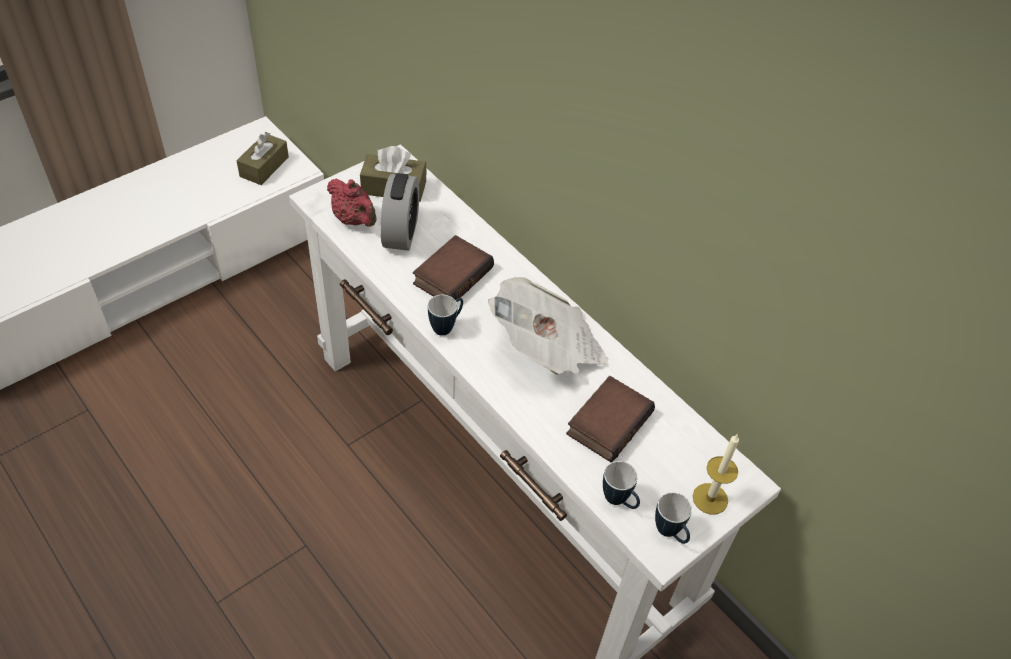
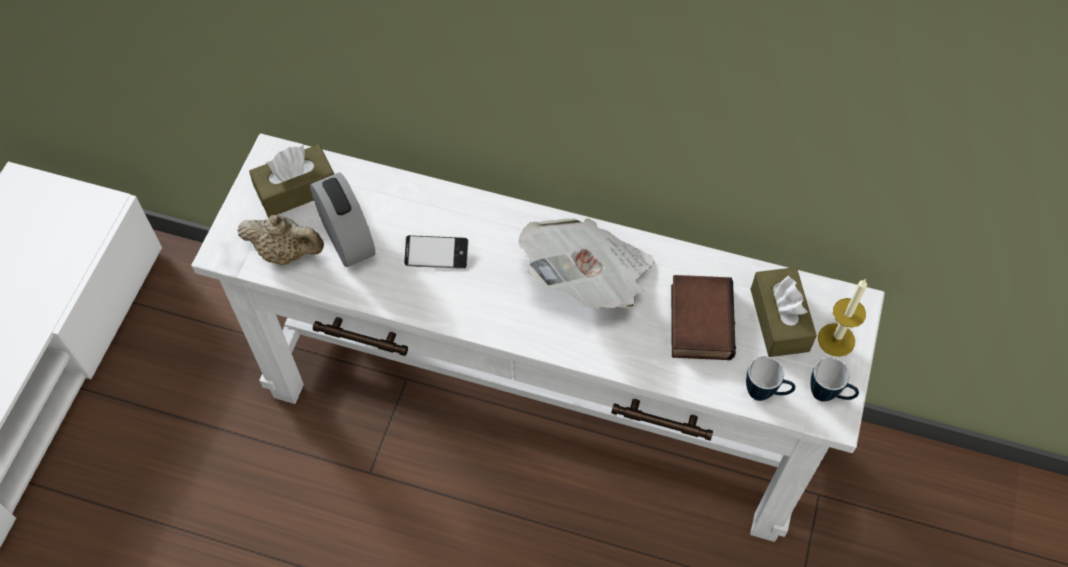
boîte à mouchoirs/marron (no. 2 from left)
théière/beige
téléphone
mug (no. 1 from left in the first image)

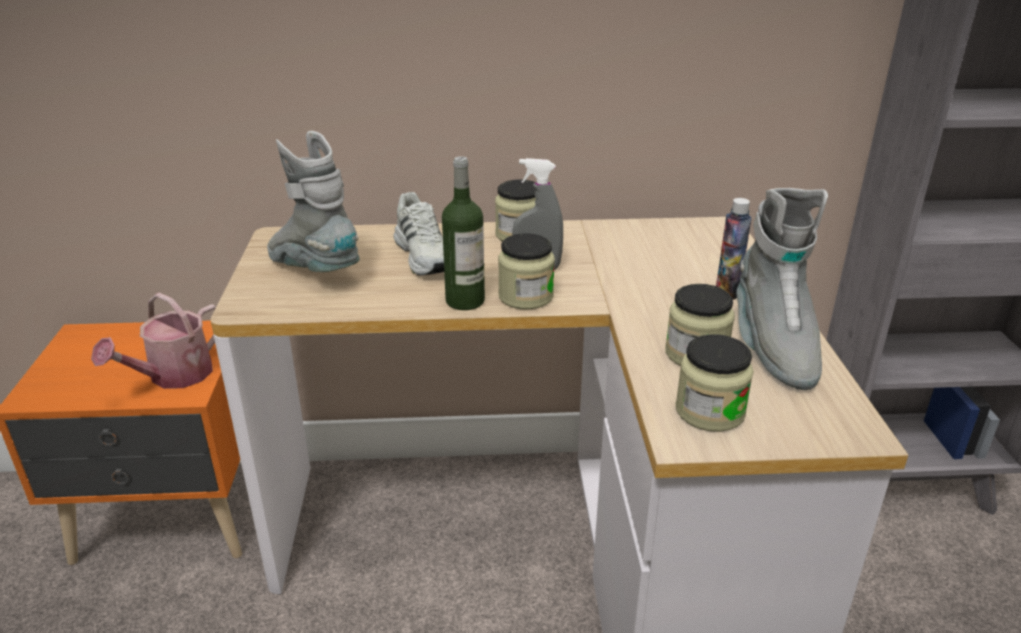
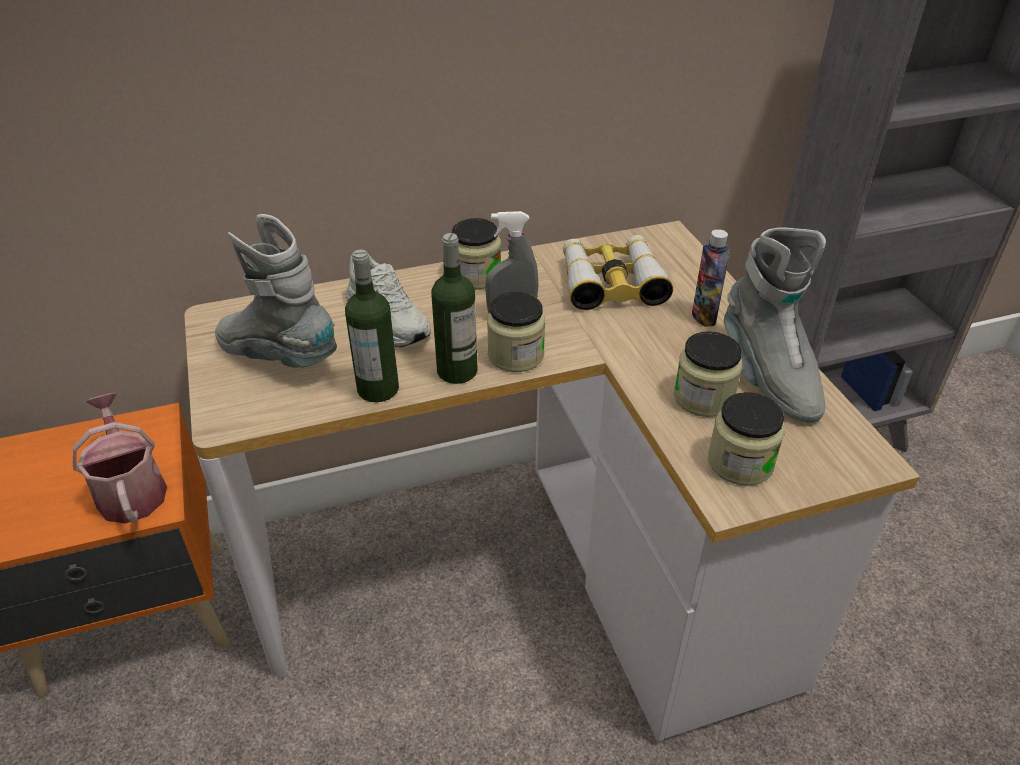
arrosoir
bouteille (no. 1 from left)
jumelles

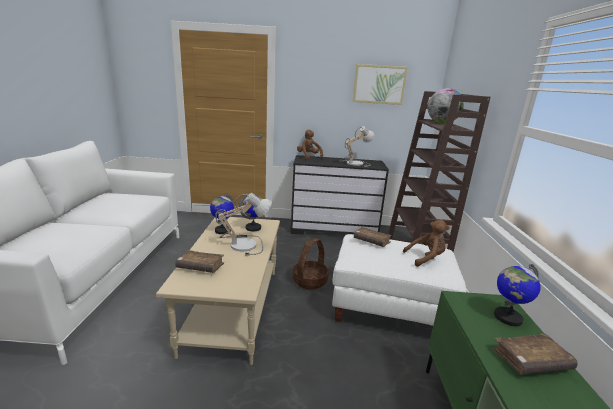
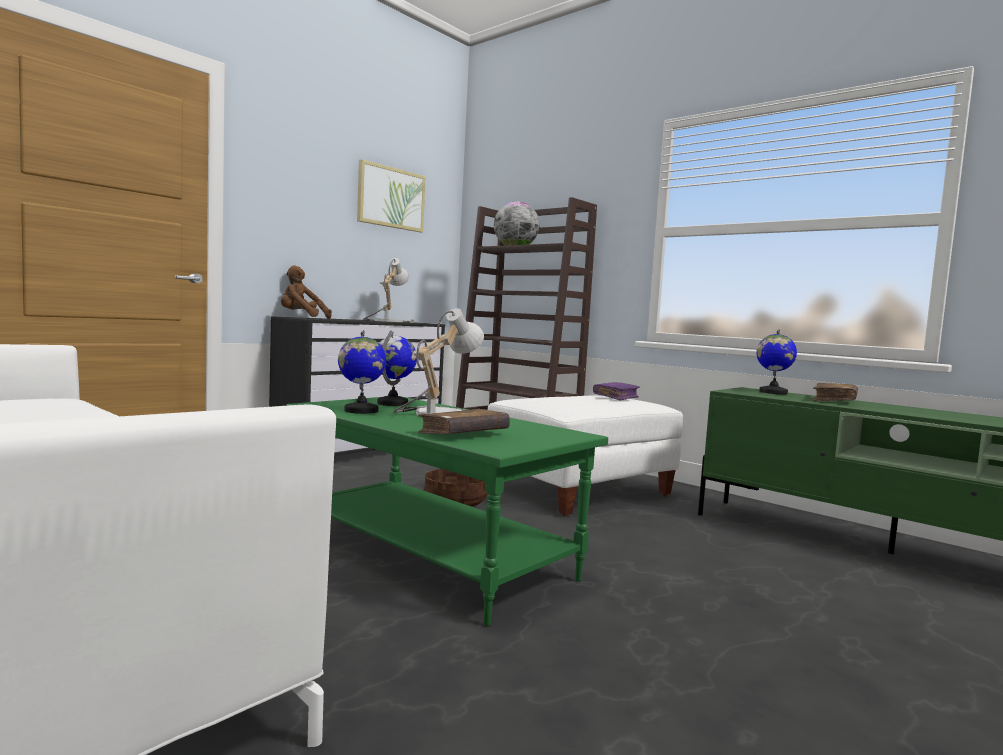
table basse/vert
livre/marron (no. 2 from left in the first image)
livre/violet

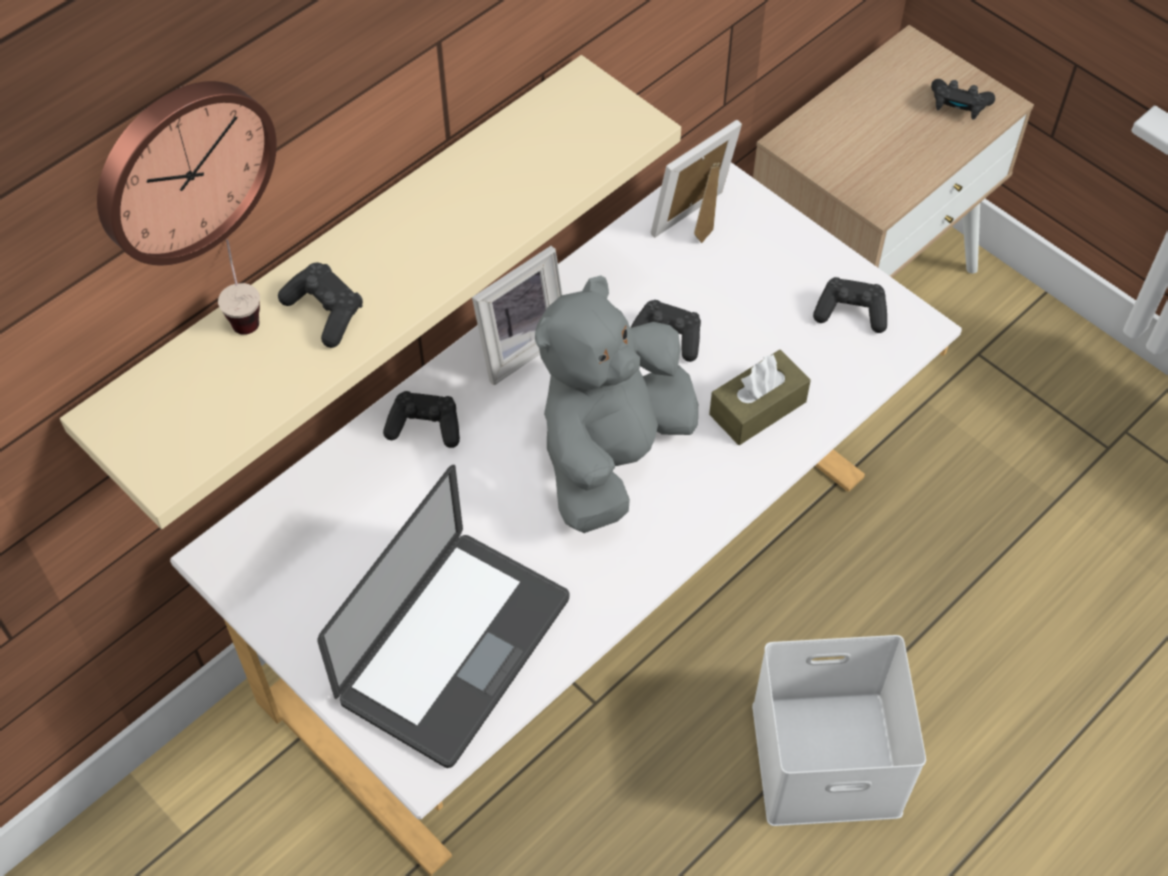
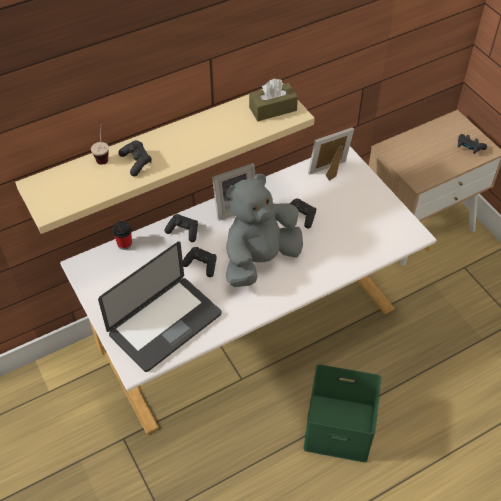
horloge murale
boîte à mouchoirs/marron
boîte de rangement/vert
manette/noir (no. 3 from left)
tasse (no. 2 from left)

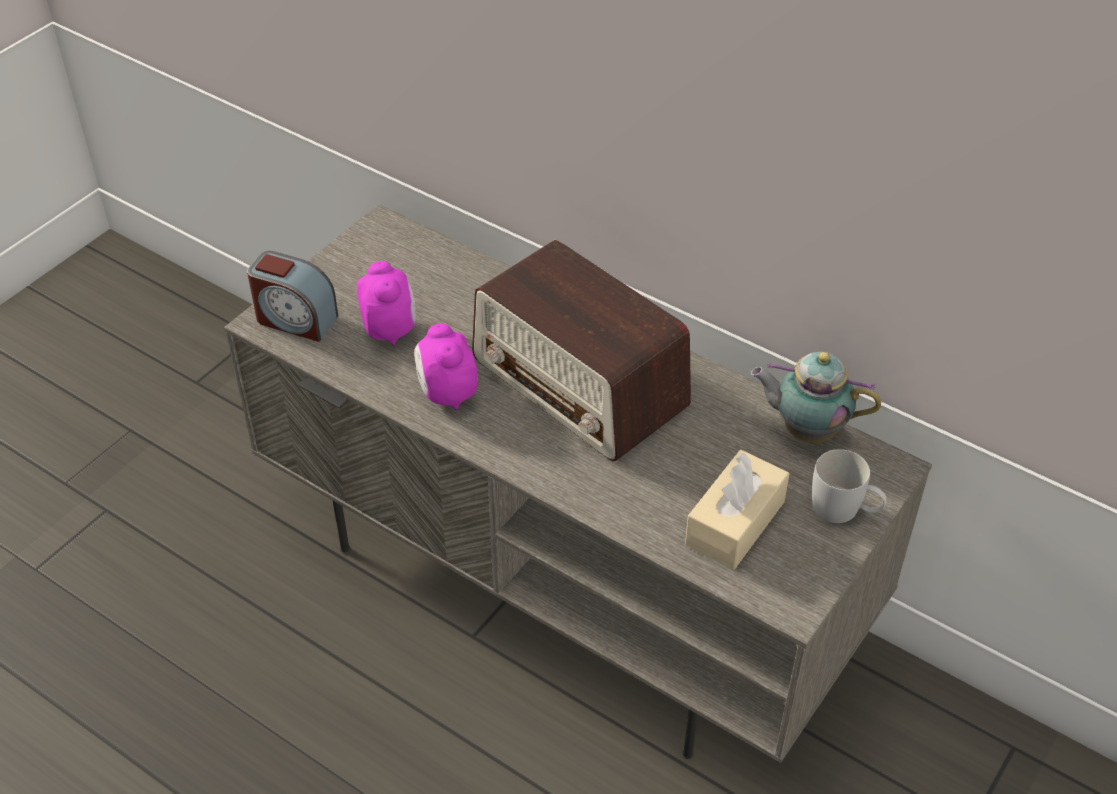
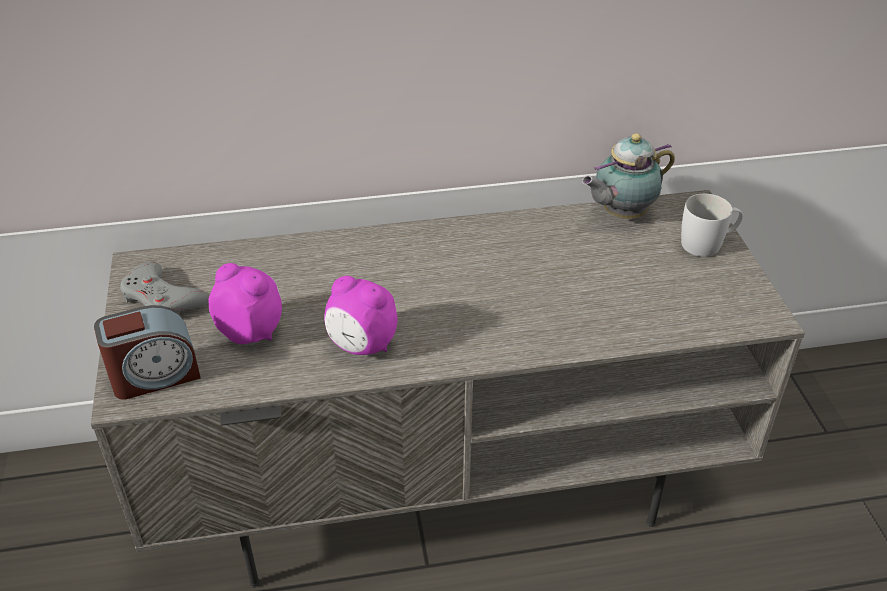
radio
boîte à mouchoirs/beige
manette/gris

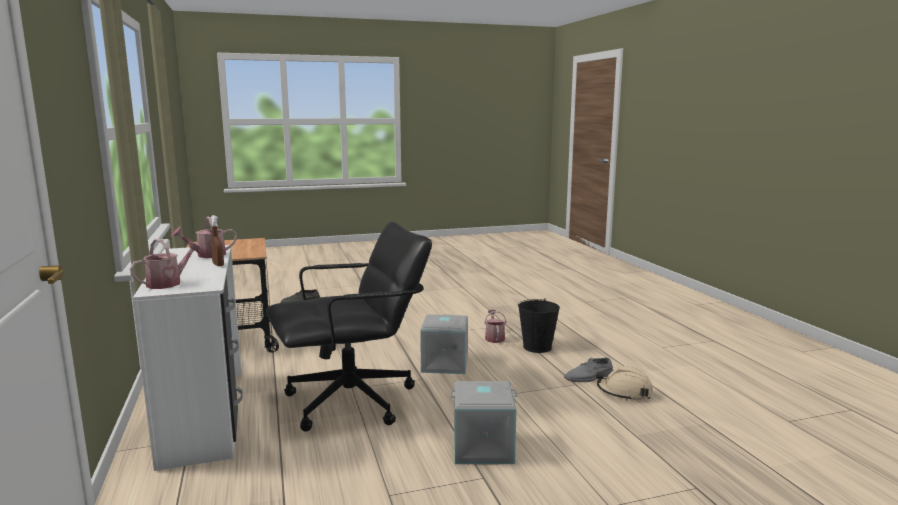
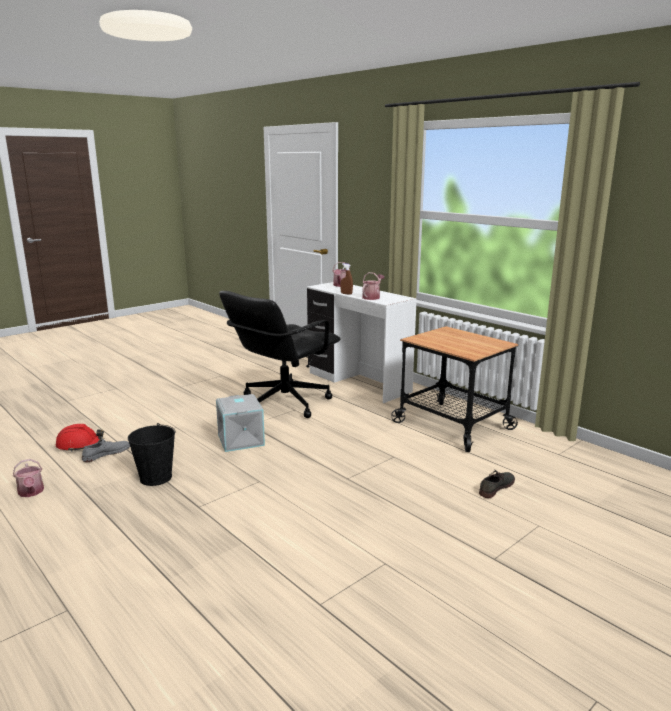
boîte de rangement/gris (no. 2 from left in the first image)
arrosoir (no. 1 from left)
casque de chantier/rouge

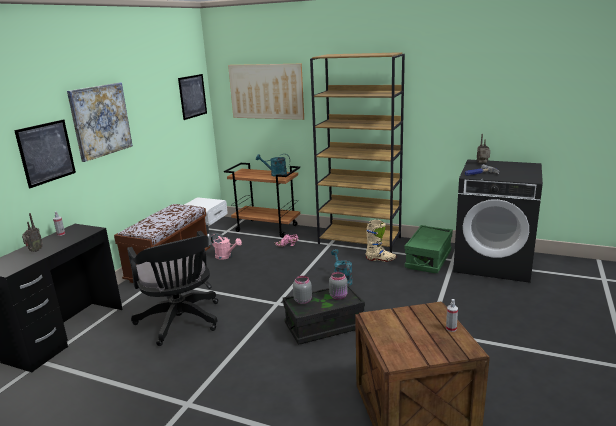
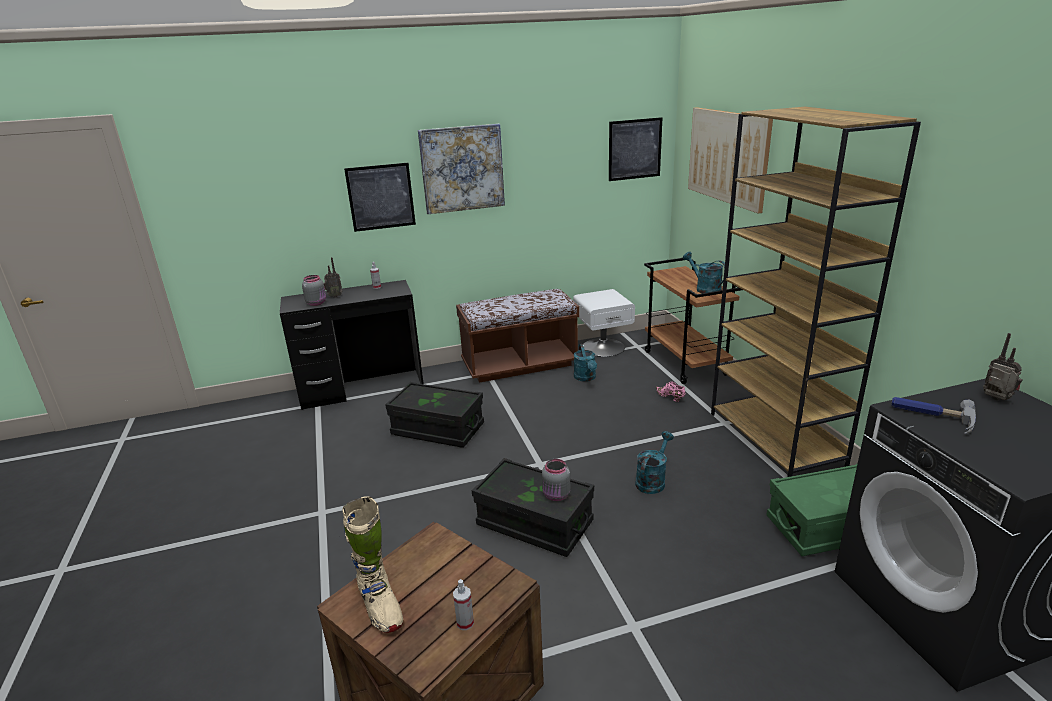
boîte de rangement/noir (no. 1 from left)
arrosoir/turquoise (no. 1 from left)
bocal/gris (no. 1 from left)
botte/beige

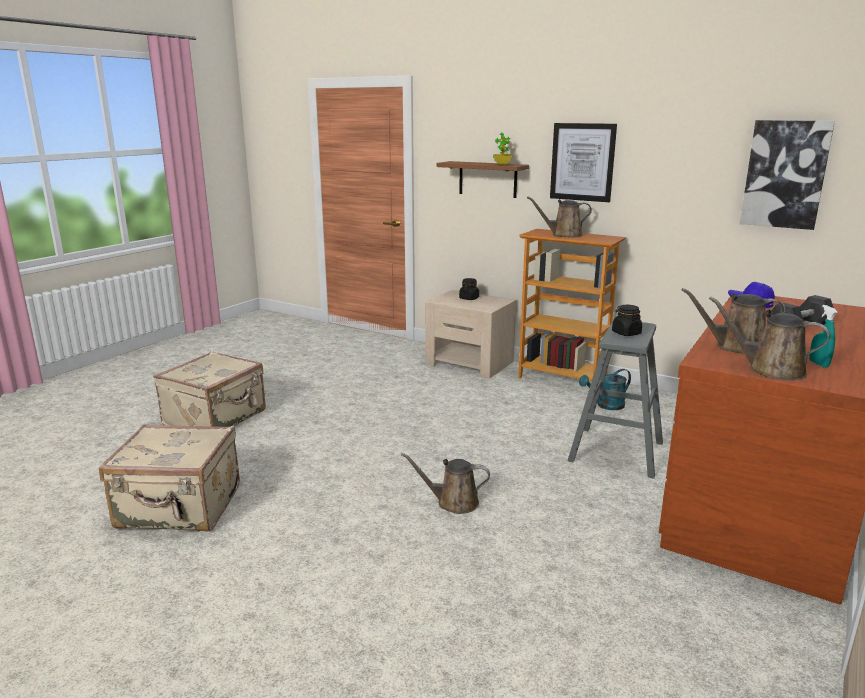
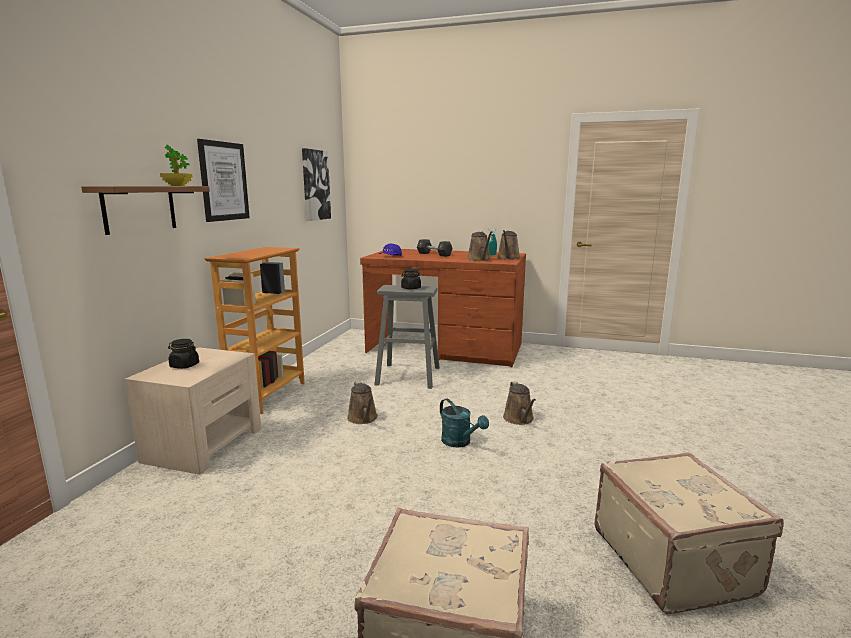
arrosoir/marron (no. 1 from left)
arrosoir/turquoise

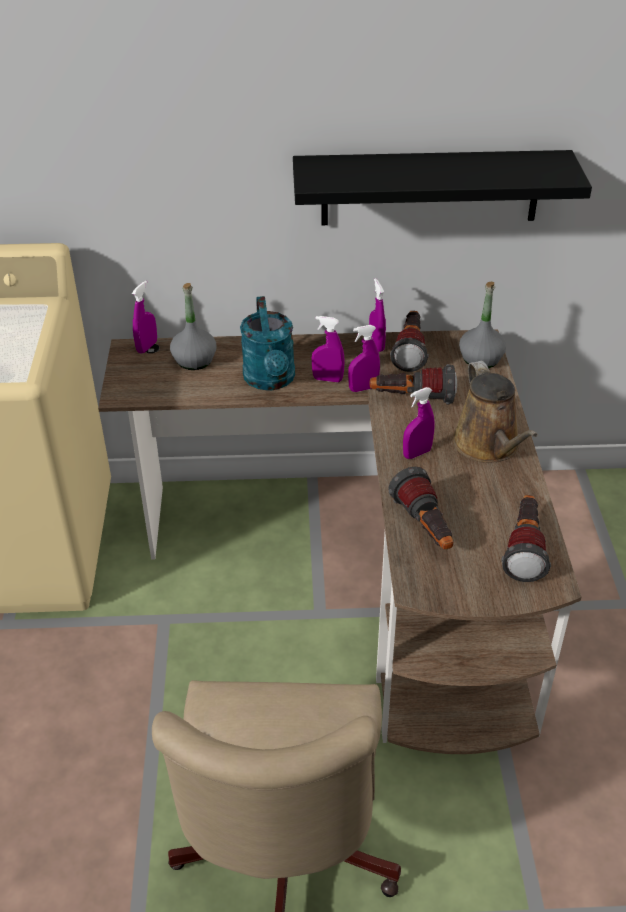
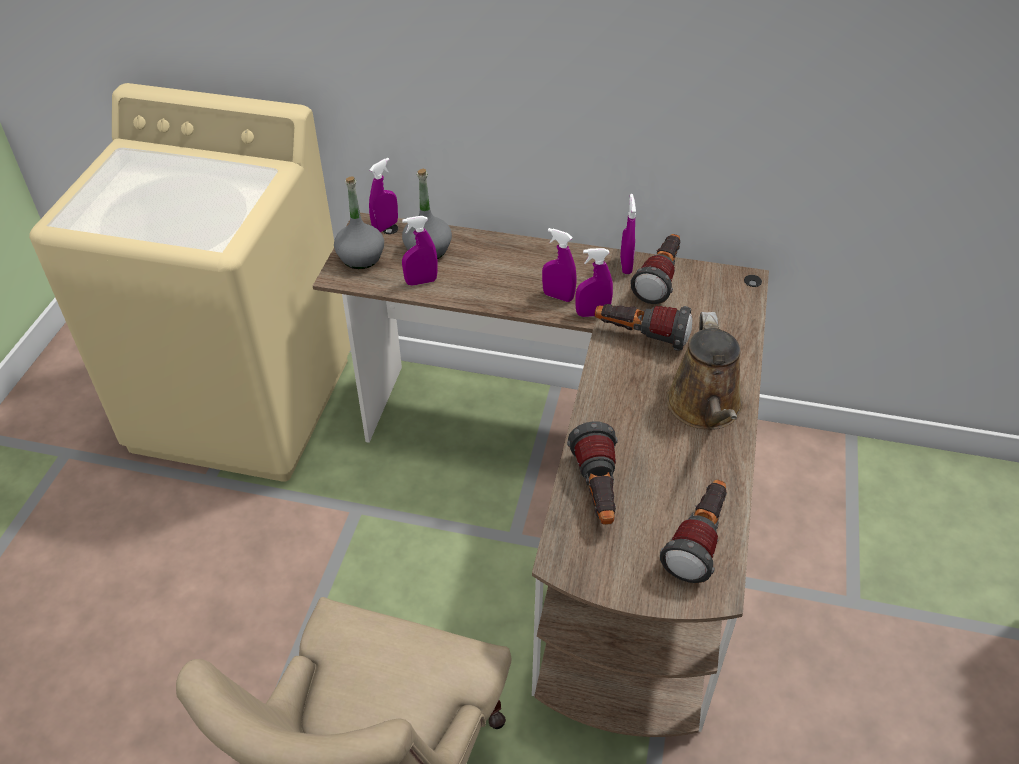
arrosoir/turquoise
étagère/noir
vaporisateur/violet (no. 2 from left)
bouteille/gris (no. 1 from left)

